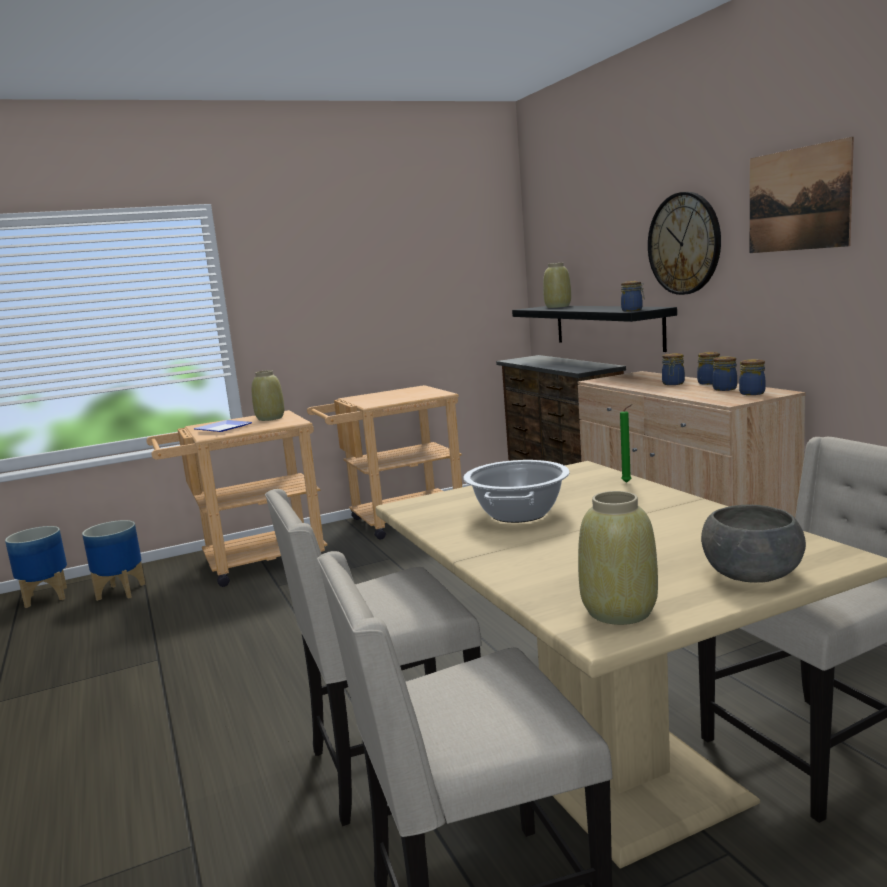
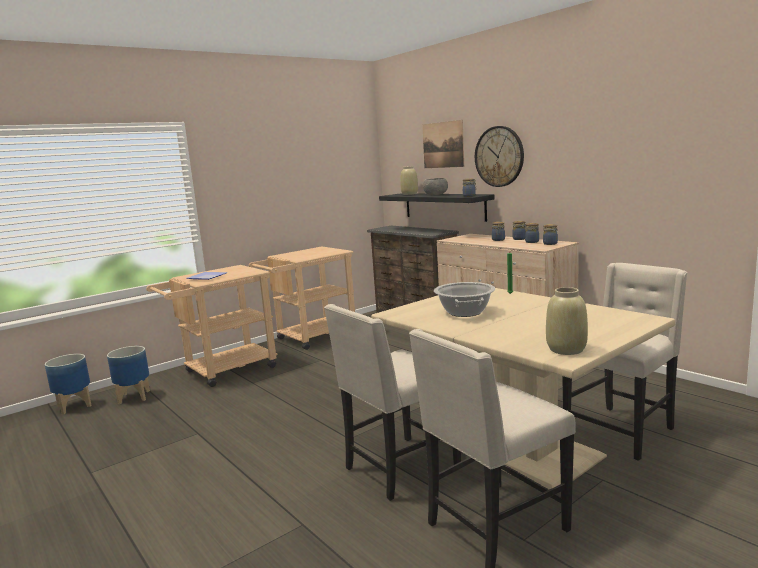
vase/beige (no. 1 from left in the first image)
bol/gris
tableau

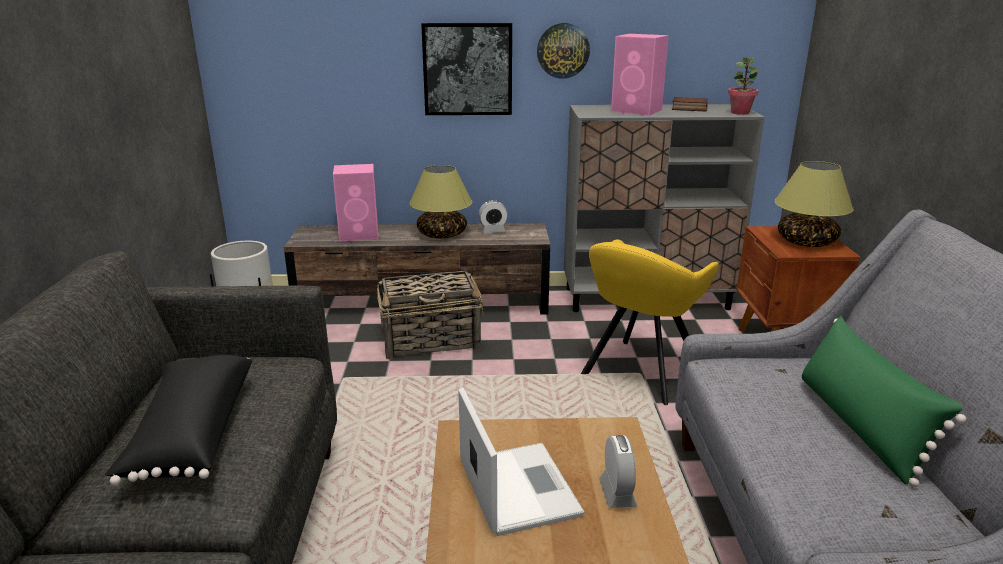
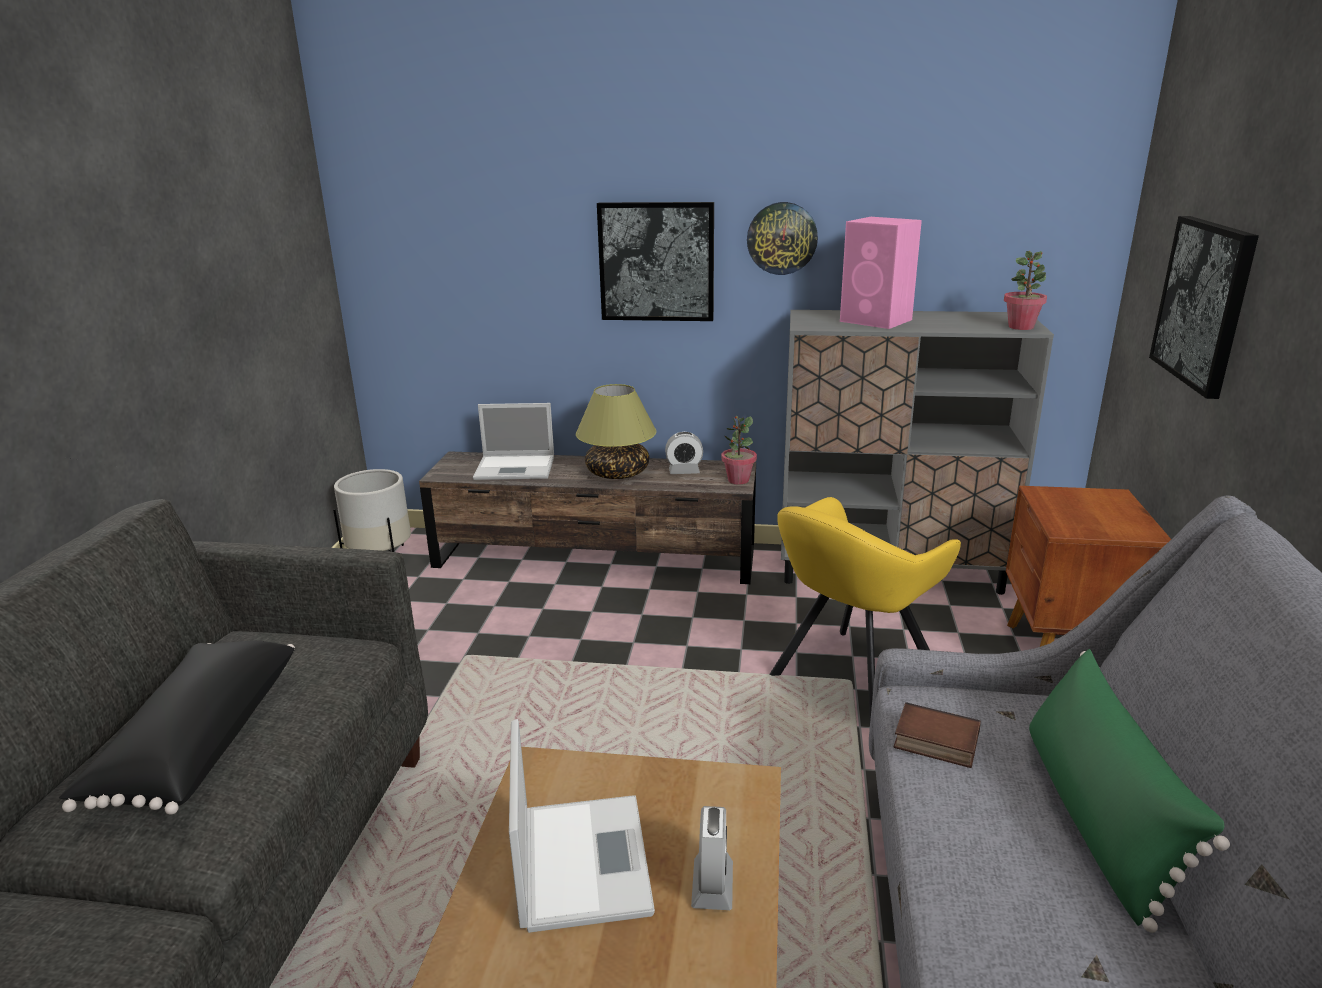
ordinateur portable (no. 1 from left)
panier
livre
lampe de table (no. 2 from left in the first image)
plante en pot (no. 1 from left)
tableau (no. 2 from left)

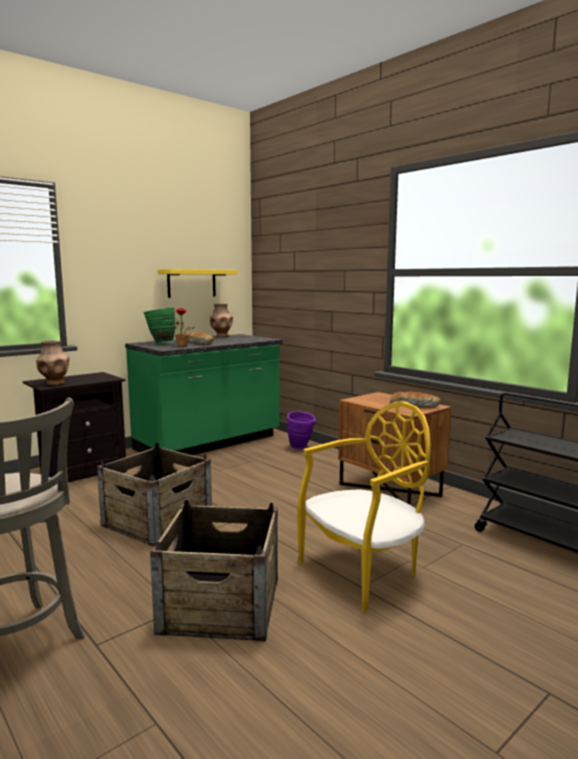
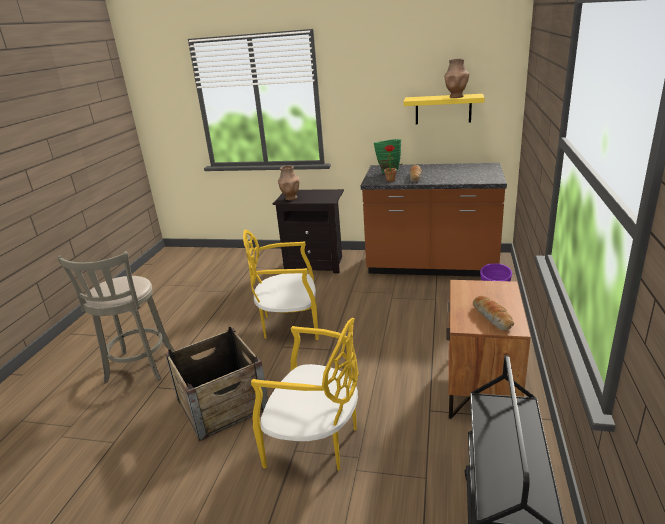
chaise/jaune (no. 1 from left)
comptoir de cuisine/marron
vase/marron (no. 2 from left)

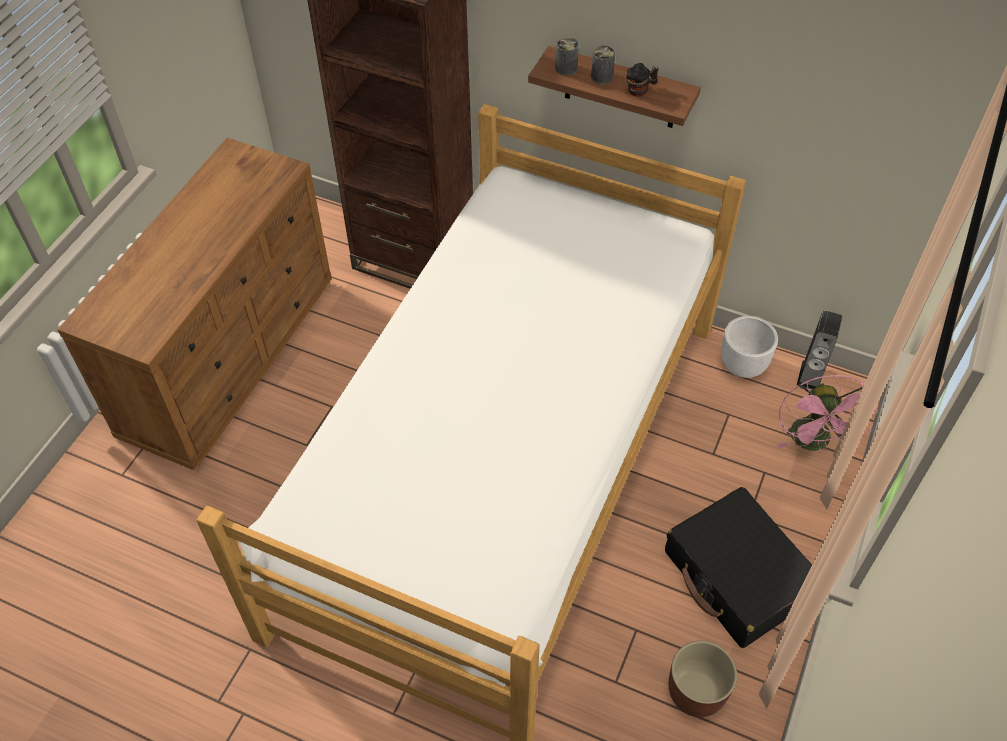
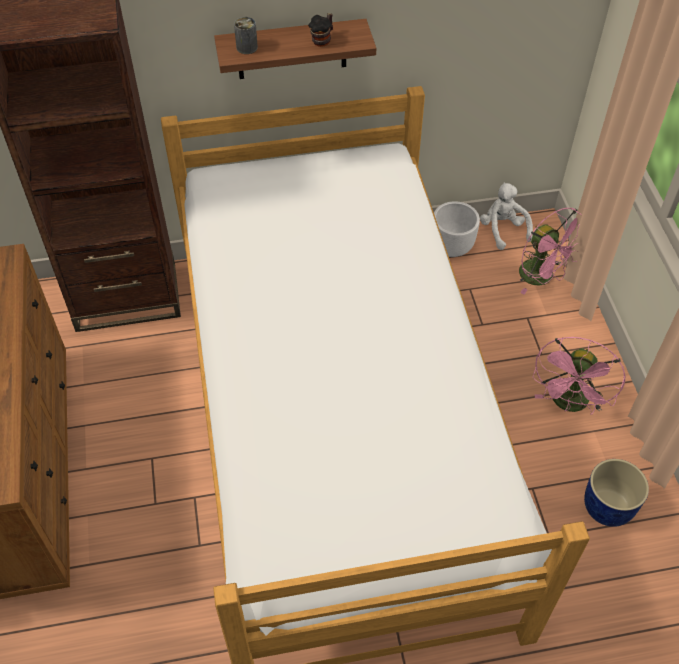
boîte métallique (no. 2 from left in the first image)
ventilateur/rose (no. 2 from left)
cache-pot/bleu
peluche/blanc

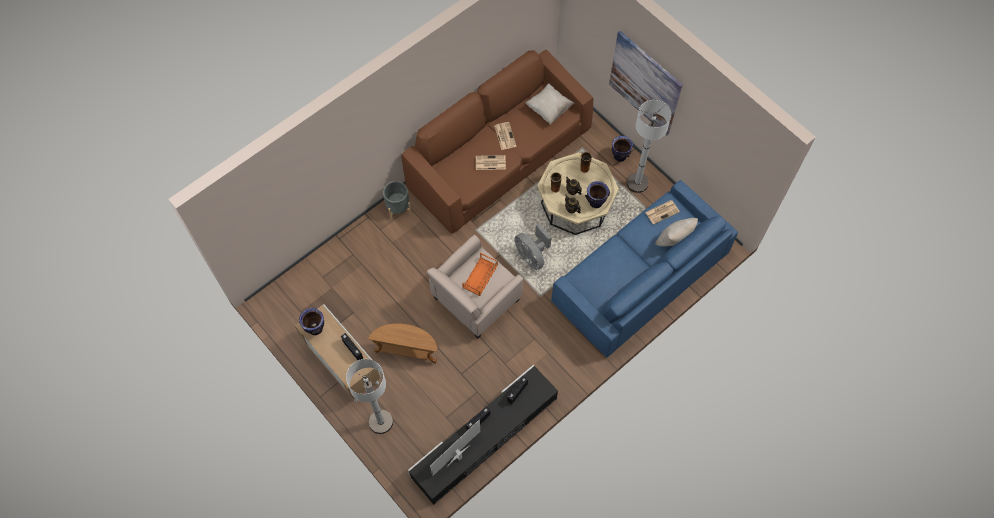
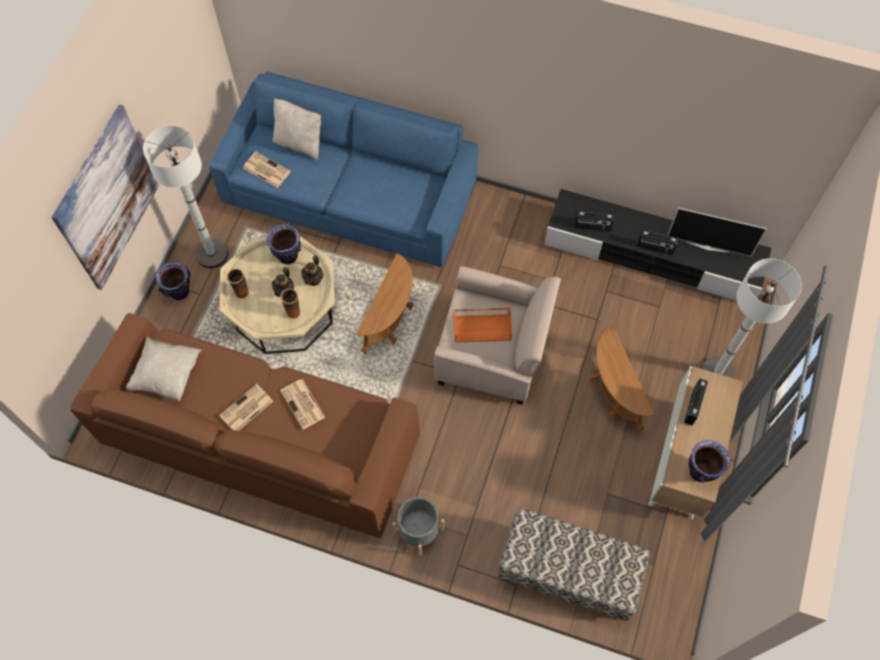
table d'appoint/marron (no. 1 from left)
banc

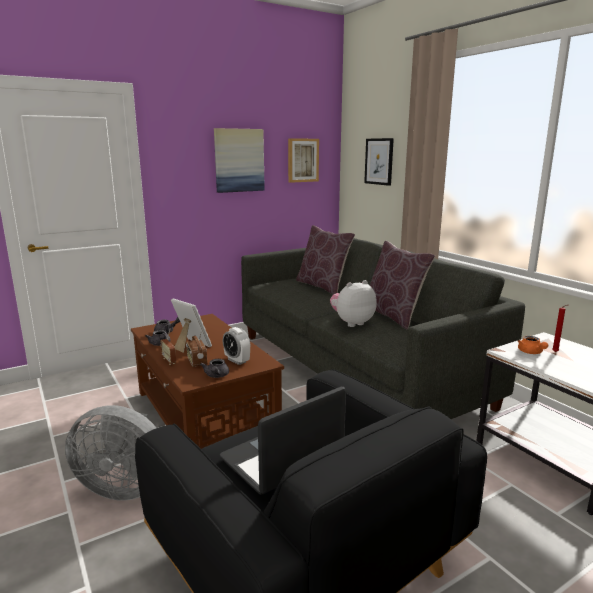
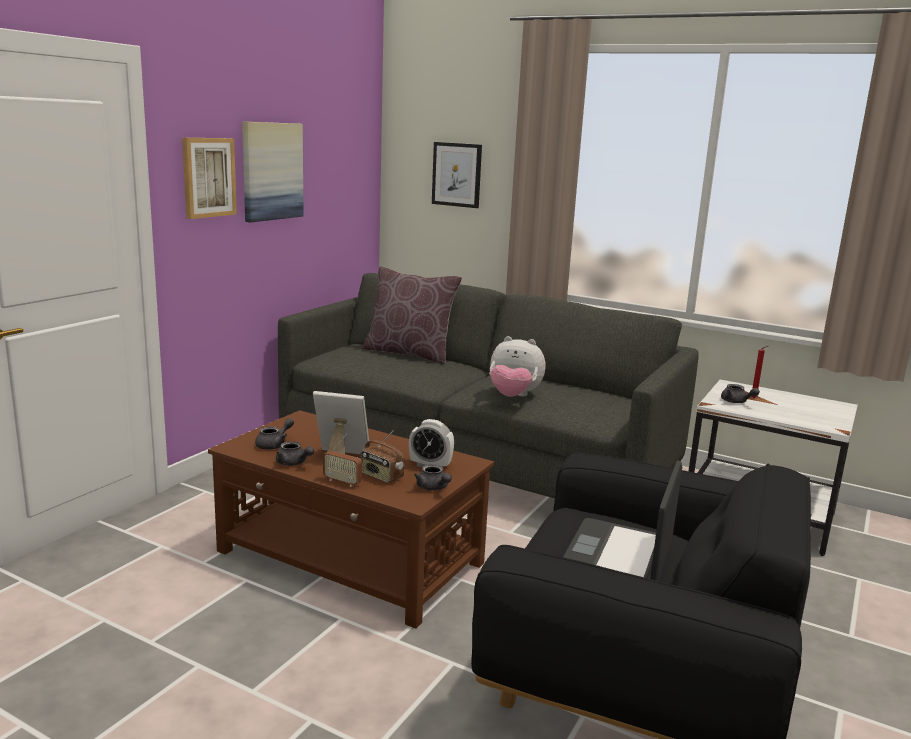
ventilateur/gris
tableau (no. 1 from left)
peluche
coussin/marron (no. 2 from left in the first image)
théière/gris (no. 4 from left)

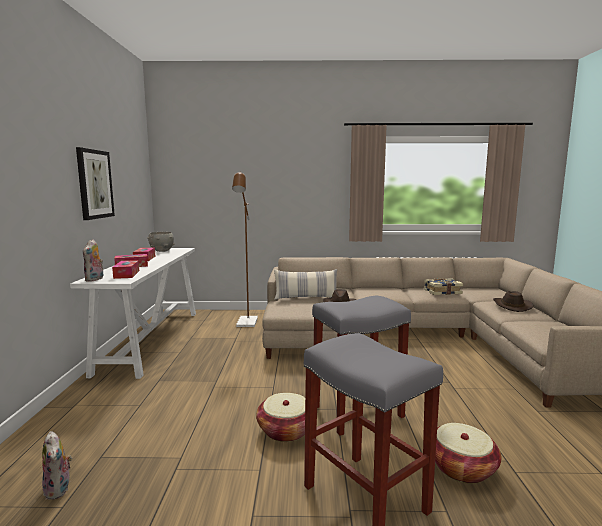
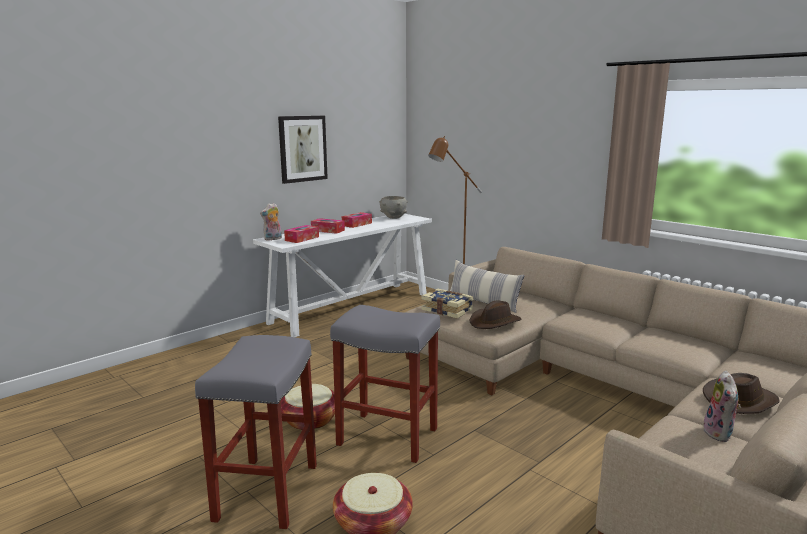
peluche (no. 2 from left)
livre

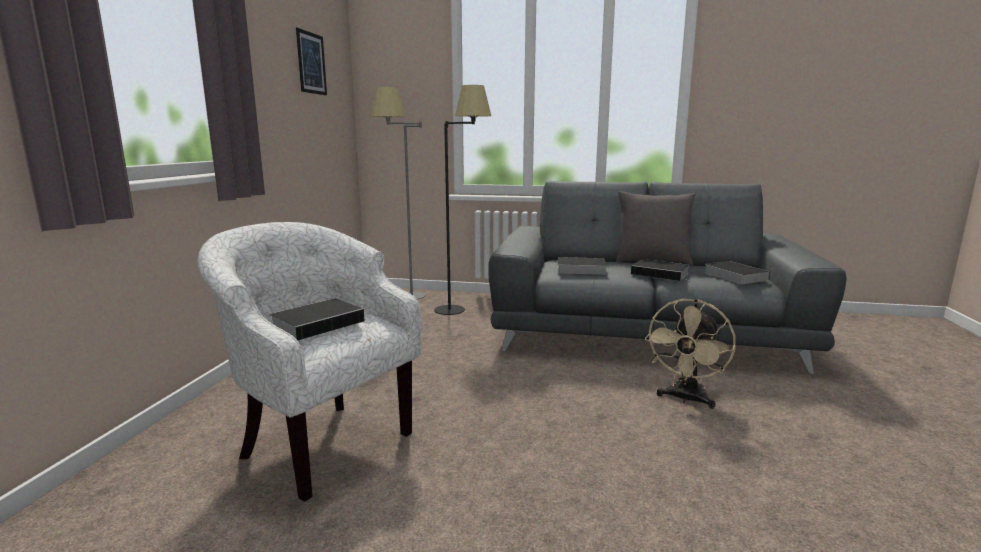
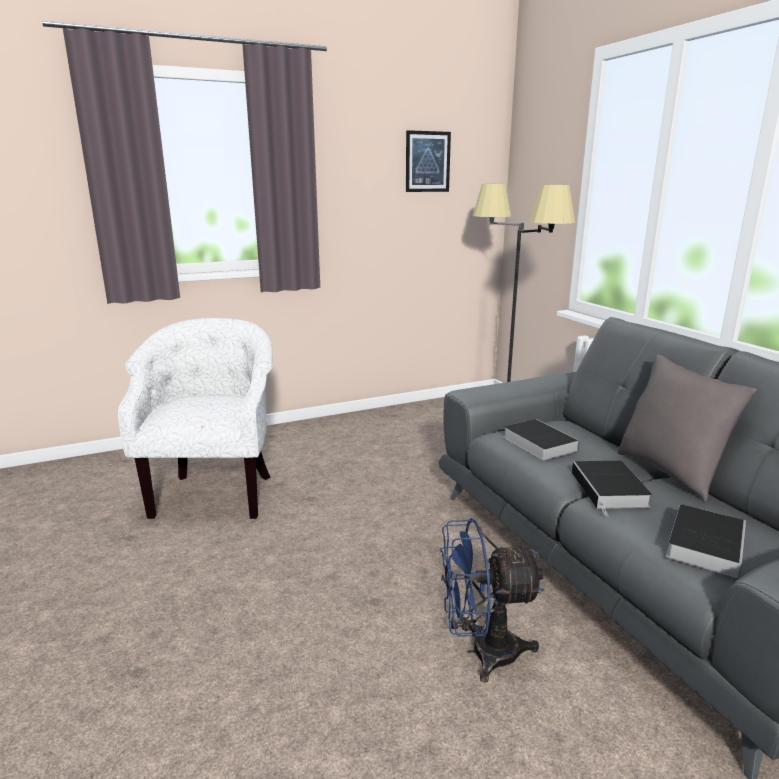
livre (no. 1 from left in the first image)
ventilateur/bleu

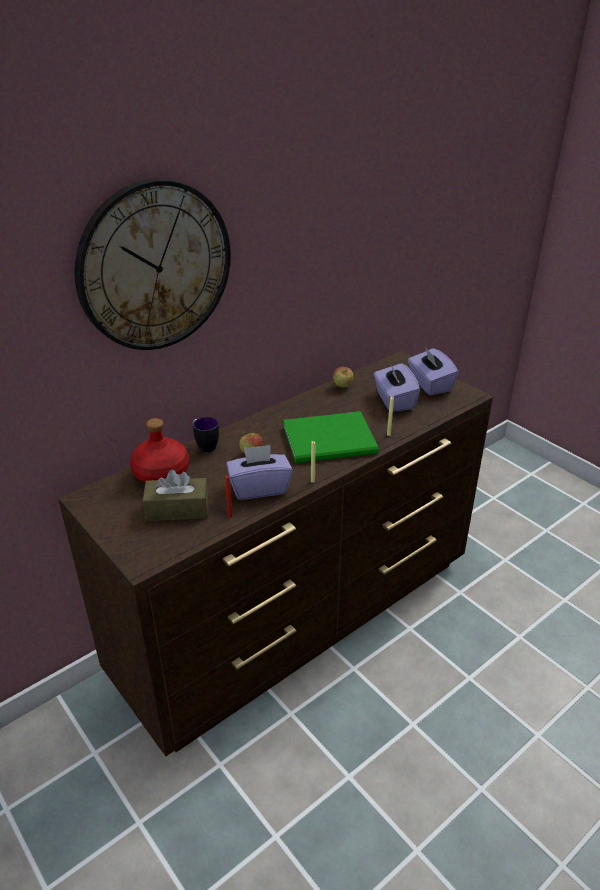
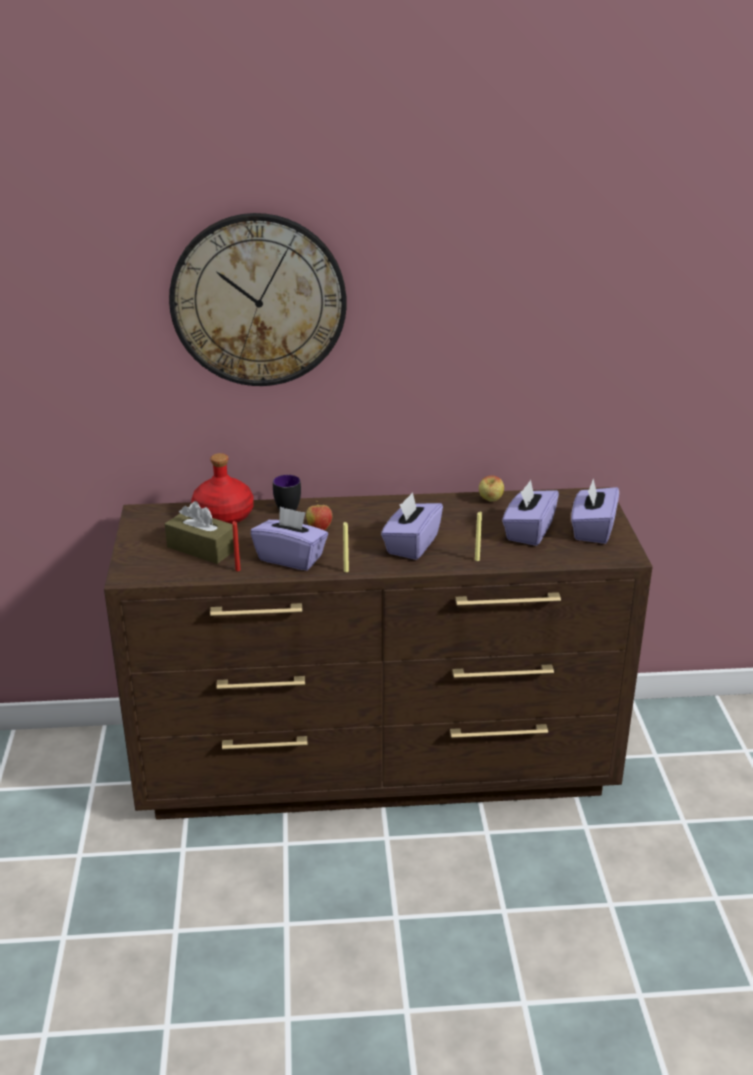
boîte à mouchoirs/violet (no. 2 from left)

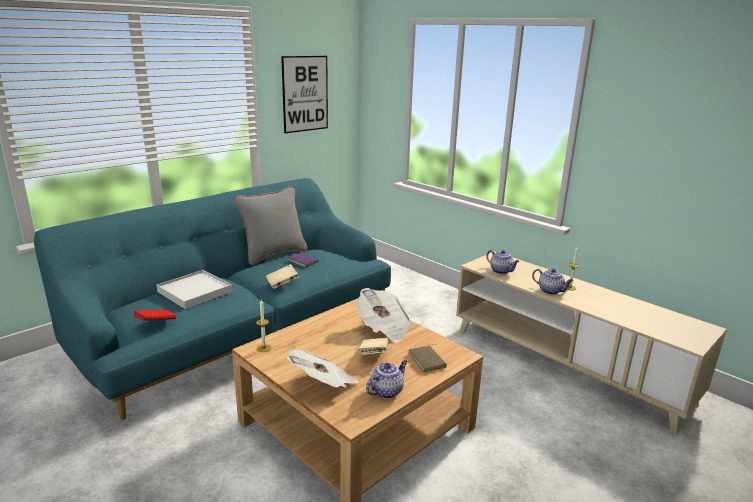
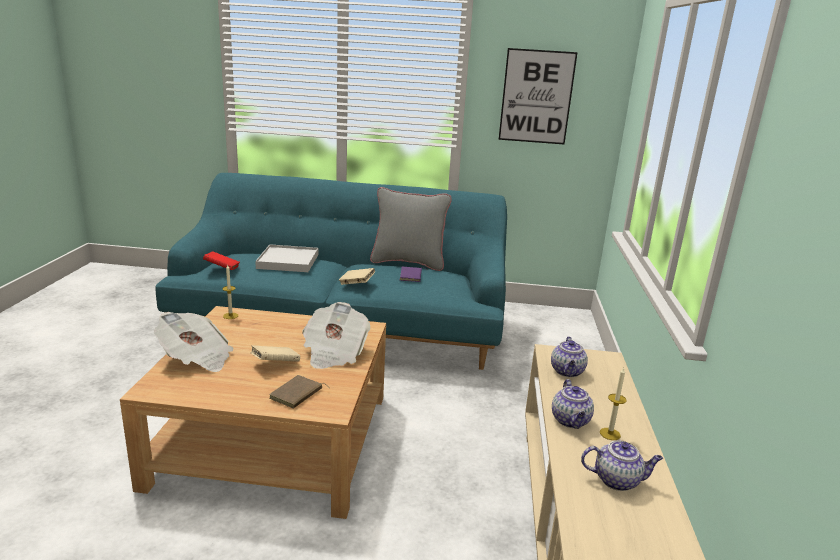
théière (no. 3 from left)

